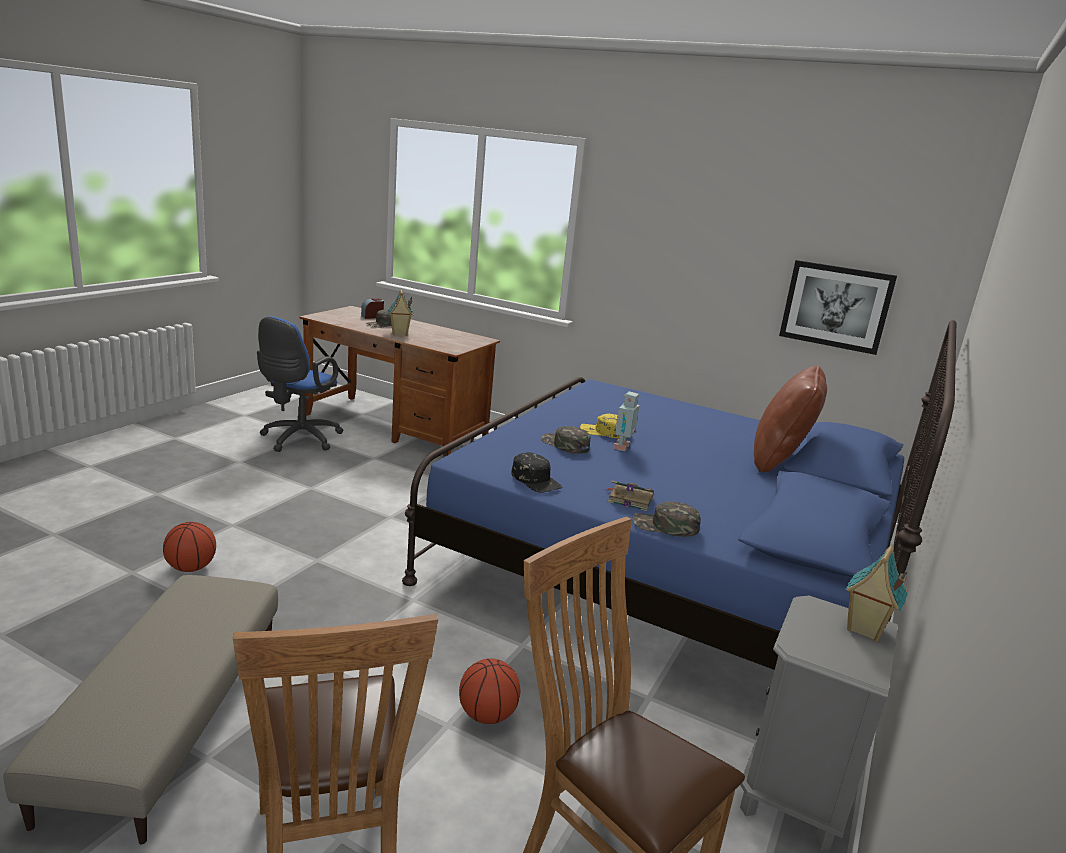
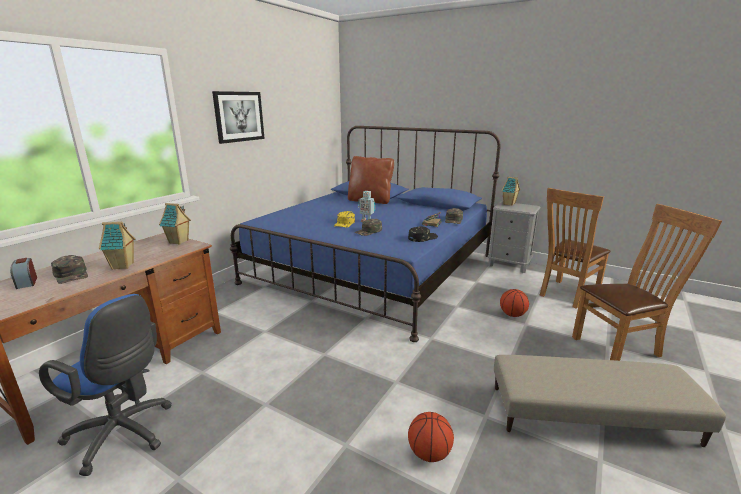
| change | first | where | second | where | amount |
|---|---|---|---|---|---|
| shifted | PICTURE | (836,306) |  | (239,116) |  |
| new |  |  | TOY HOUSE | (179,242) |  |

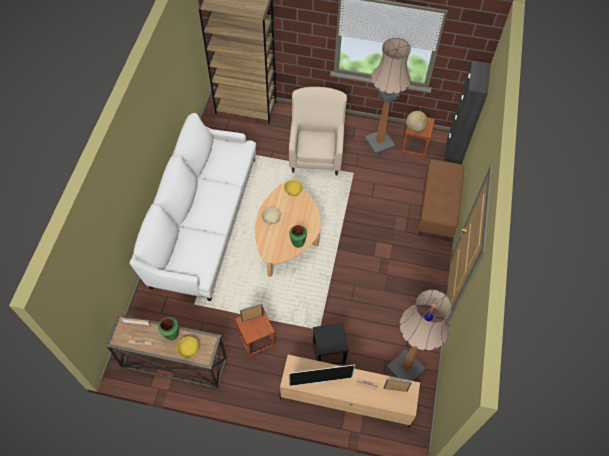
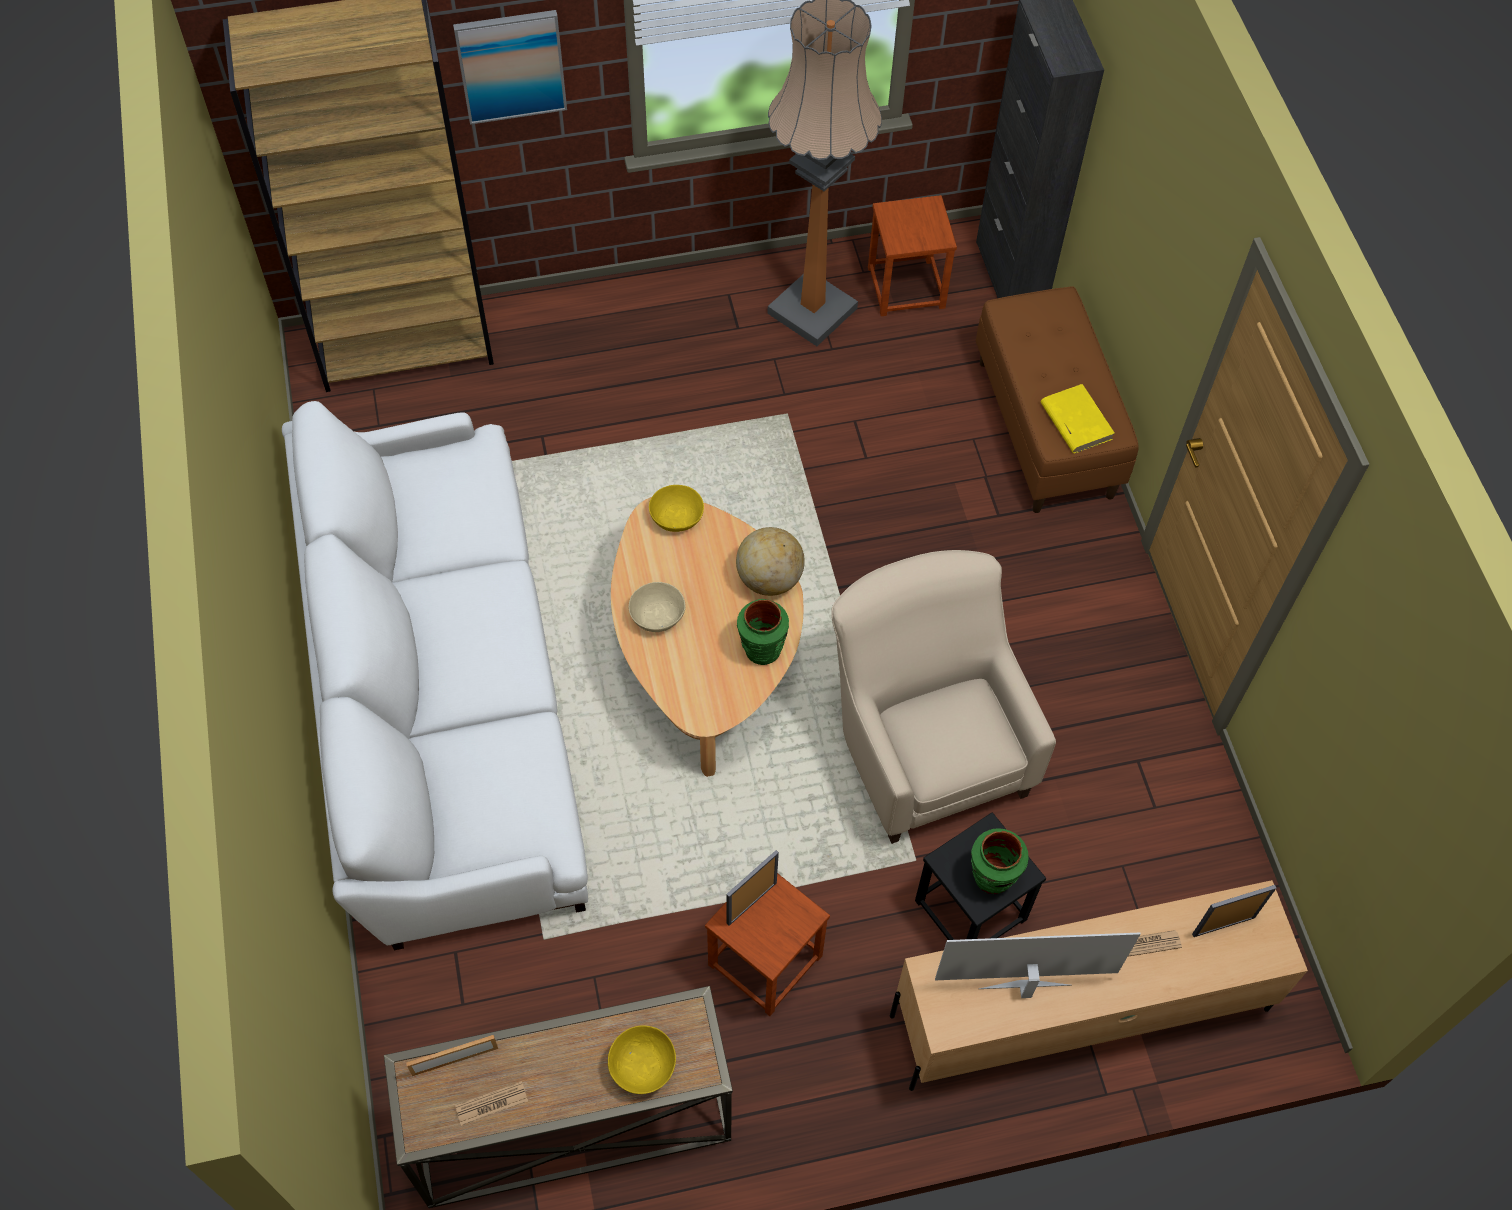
| change | first | where | second | where | amount |
|---|---|---|---|---|---|
| shifted | GREEN VASE | (171,334) |  | (992,877) |  |
| shifted | BEIGE ARMCHAIR | (316,152) |  | (924,744) |  |
| rotated | TELEVISION | (320,380) |  | (1025,989) | 150 degrees counterclockwise |
| gone | FLOOR LAMP | (405,368) |  |  |  |
| shifted | GLOBE | (415,128) |  | (769,579) |  |
| new |  |  | PICTURE | (511,65) |  |
| new |  |  | YELLOW BOOK | (1075,421) |  |

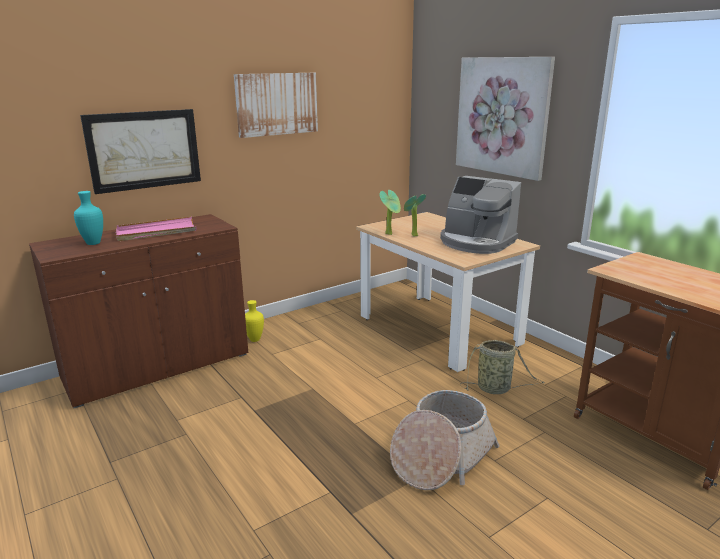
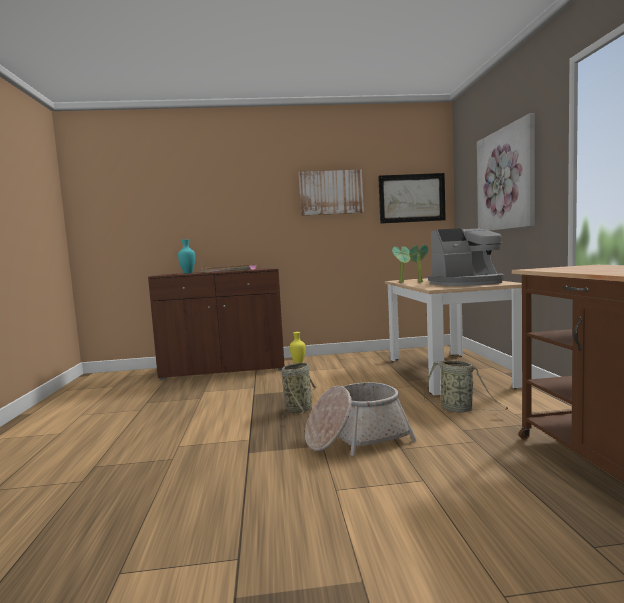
| change | first | where | second | where | amount |
|---|---|---|---|---|---|
| shifted | PICTURE | (144,150) |  | (411,198) |  |
| rotated | COFFEE MACHINE | (476,242) |  | (467,283) | 75 degrees counterclockwise |
| new |  |  | BASKET | (299,409) |  |

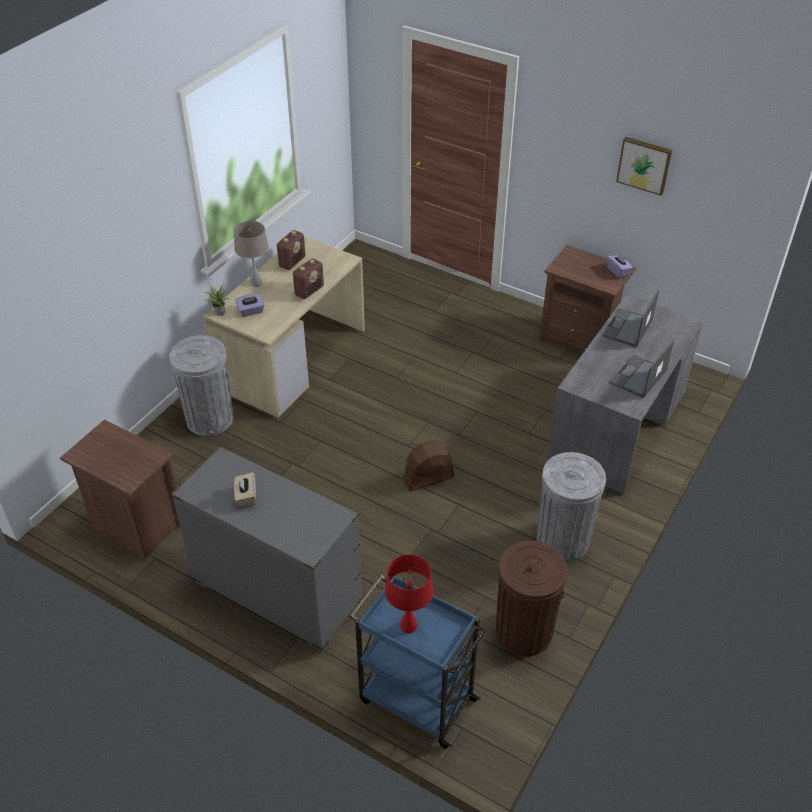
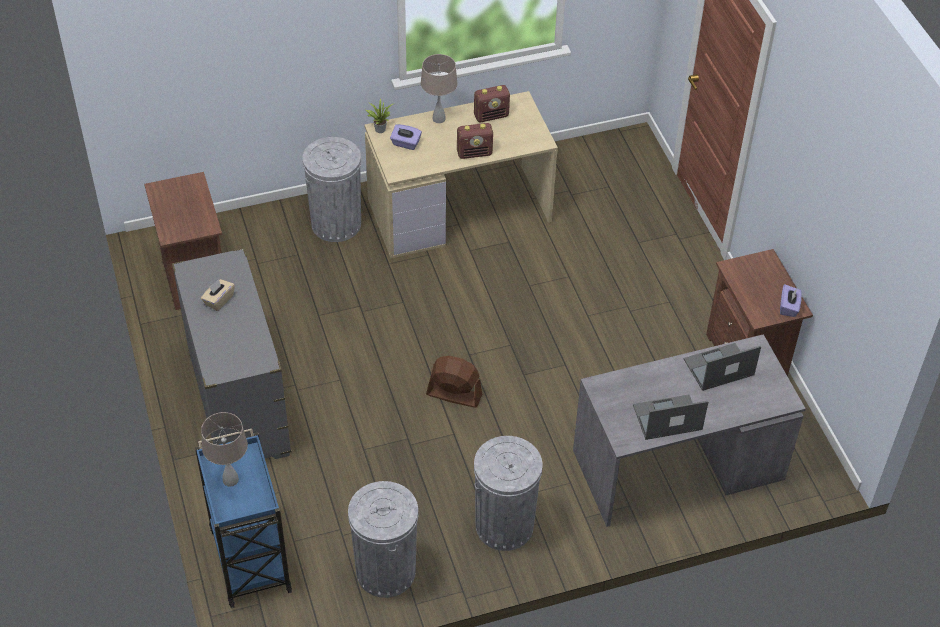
| change | first | where | second | where | amount |
|---|---|---|---|---|---|
| repainted | RED TABLE LAMP | (408,626) | BEIGE TABLE LAMP | (230,479) |  |
| repainted | BROWN TRASH CAN | (523,631) | GREY TRASH CAN | (386,571) |  |
| gone | PICTURE | (644,165) |  |  |  |

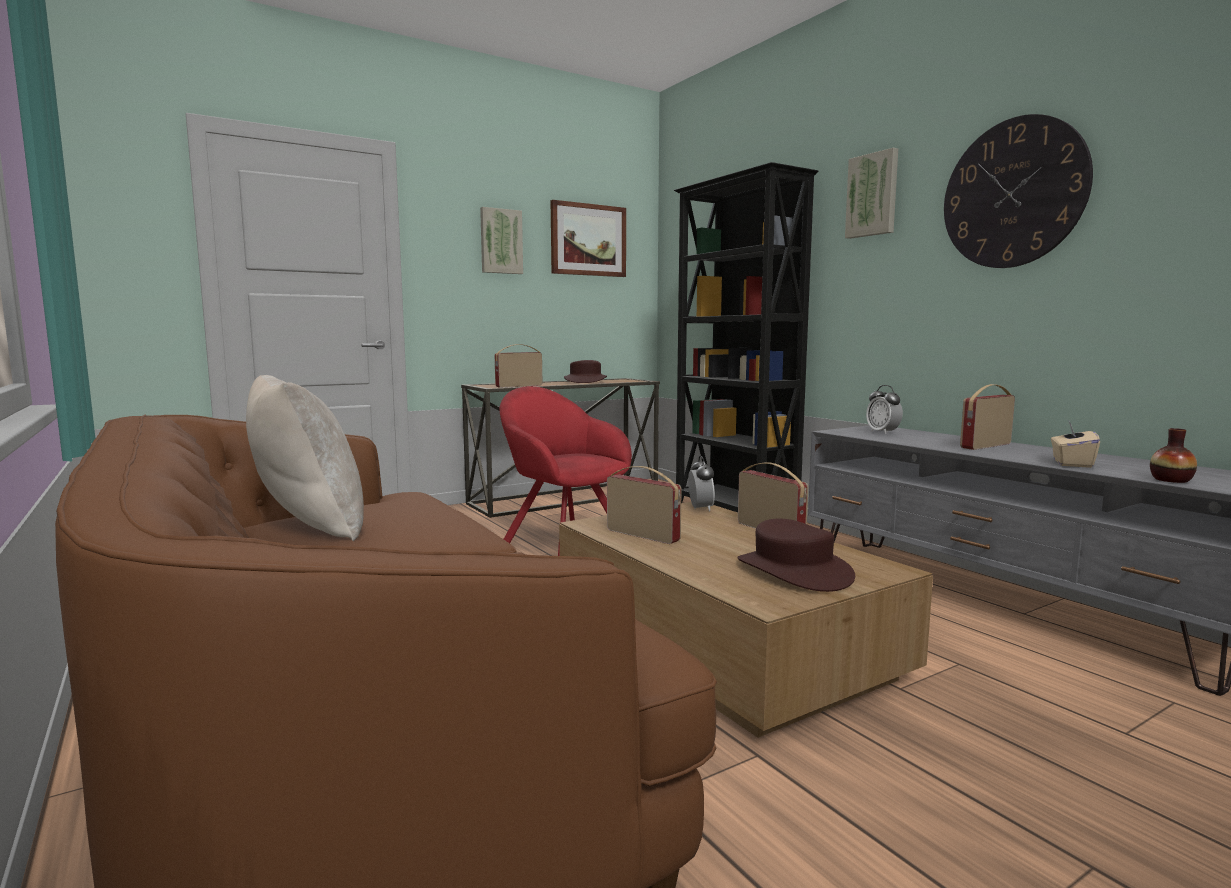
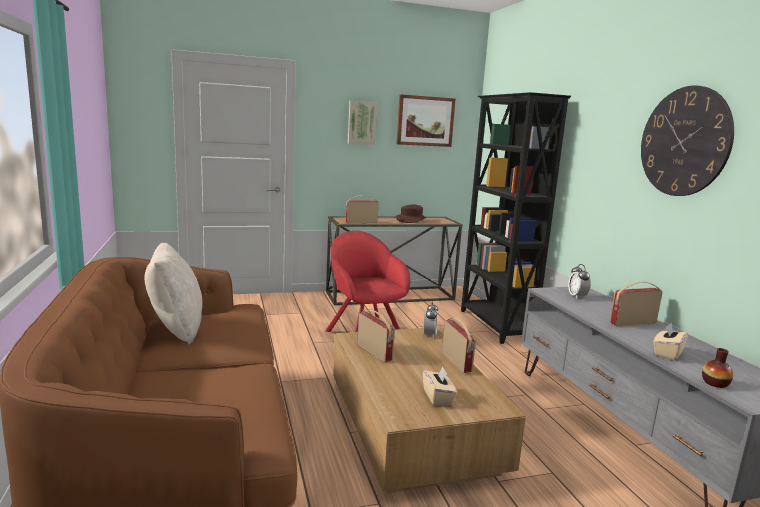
| change | first | where | second | where | amount |
|---|---|---|---|---|---|
| swapped | BROWN HAT | (792,571) | BEIGE TISSUE BOX | (438,397) |  |
| gone | PICTURE | (873,195) |  |  |  |

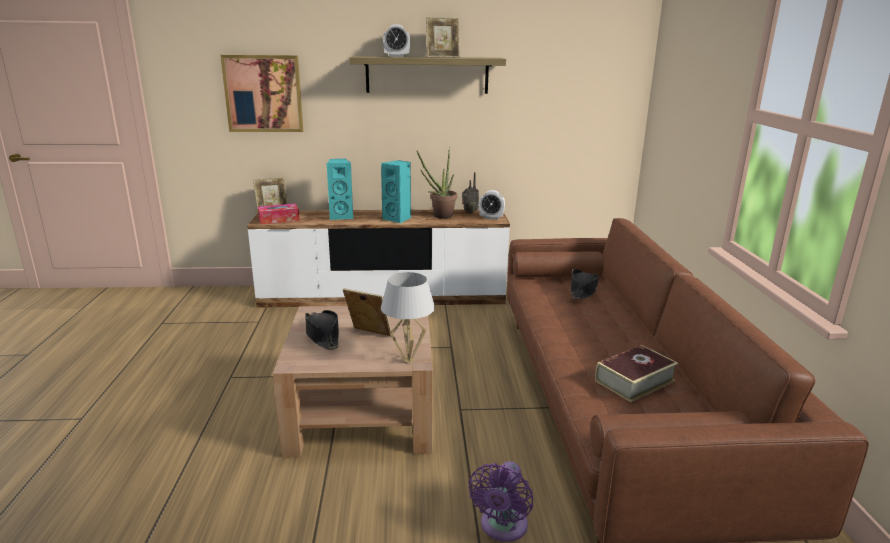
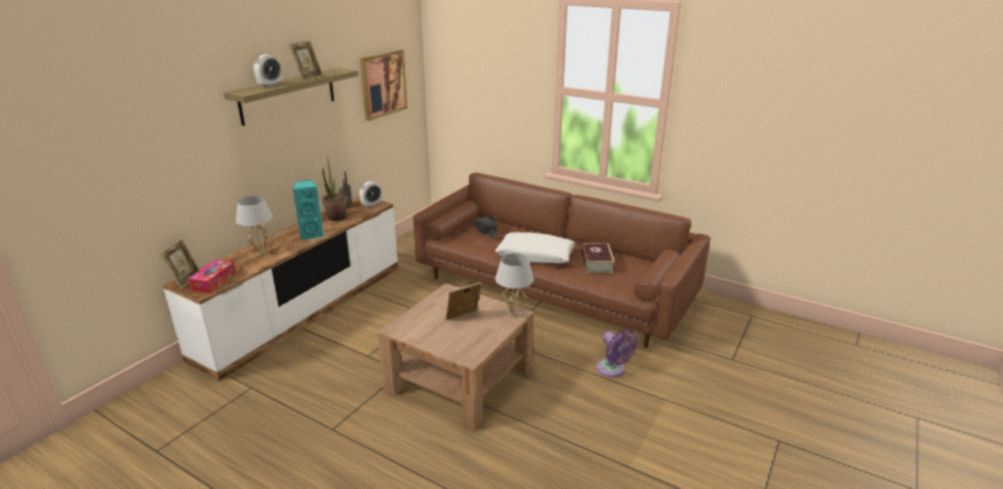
| change | first | where | second | where | amount |
|---|---|---|---|---|---|
| shifted | PICTURE | (263,93) |  | (383,84) |  |
| gone | BLACK HAT | (322,335) |  |  |  |
| swapped | TURQUOISE SPEAKER | (341,216) | WHITE TABLE LAMP | (261,253) |  |
| new |  |  | WHITE PILLOW | (535,256) |  |

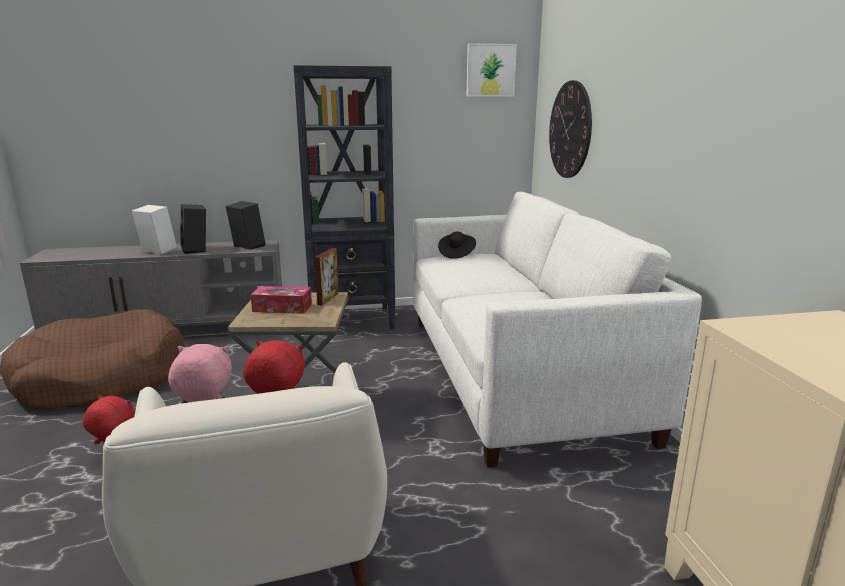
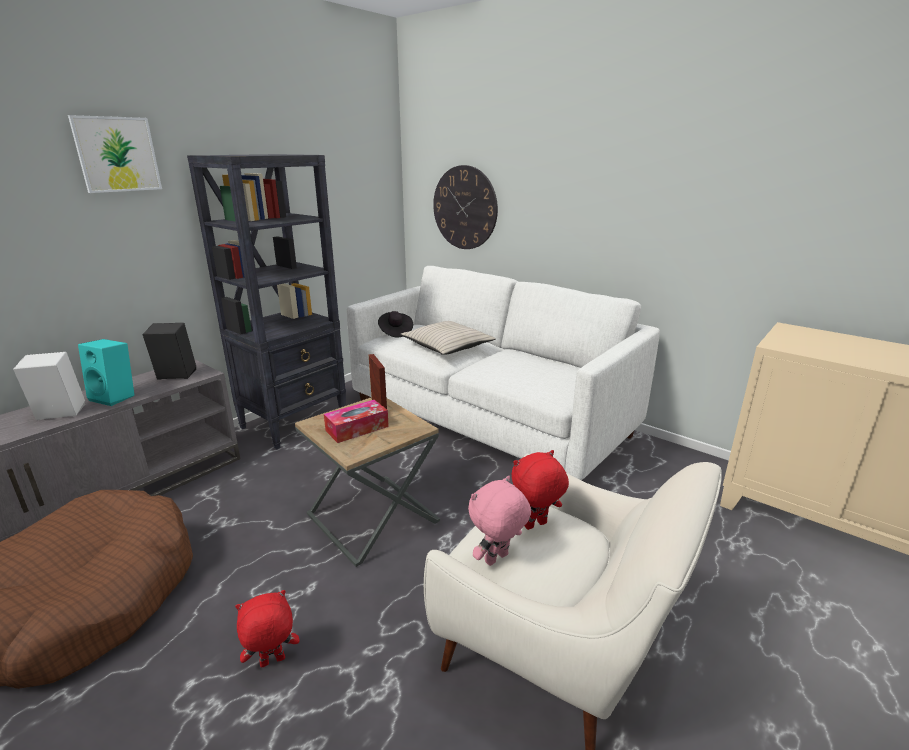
| change | first | where | second | where | amount |
|---|---|---|---|---|---|
| repainted | BLACK SPEAKER | (197,250) | TURQUOISE SPEAKER | (116,397) |  |
| shifted | PICTURE | (491,70) |  | (117,154) |  |
| new |  |  | BEIGE PILLOW | (447,346) |  |

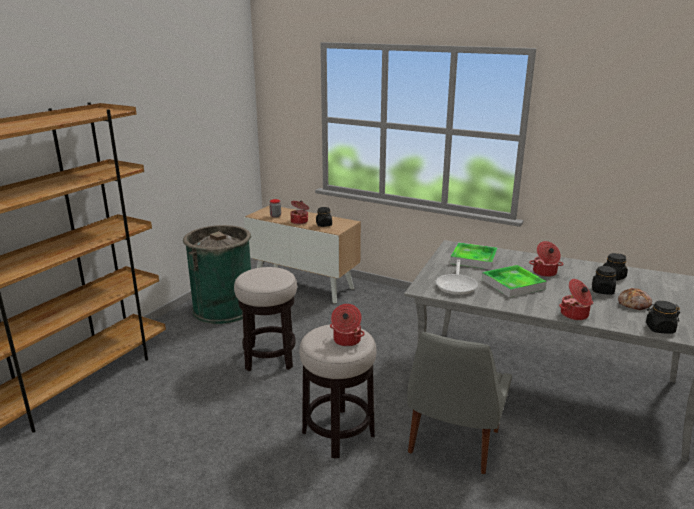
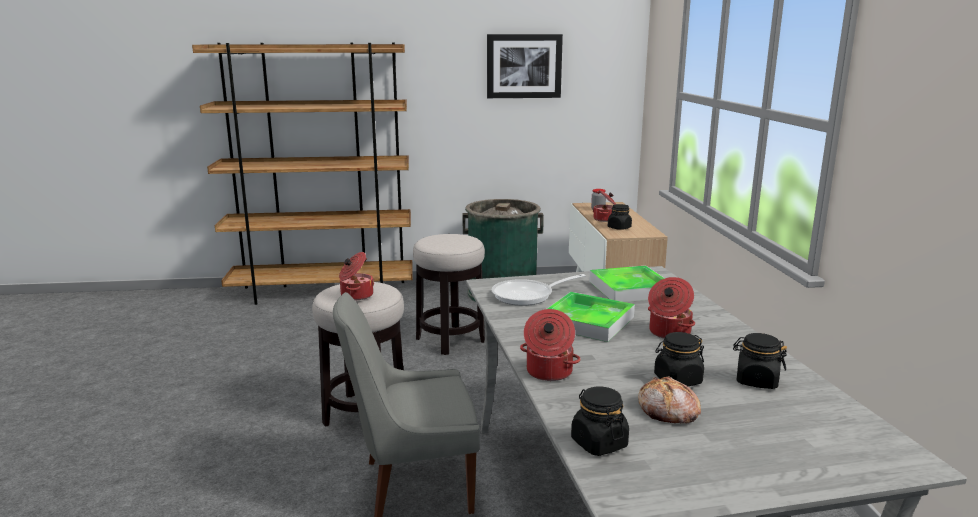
| change | first | where | second | where | amount |
|---|---|---|---|---|---|
| new |  |  | PICTURE | (524,66) |  |

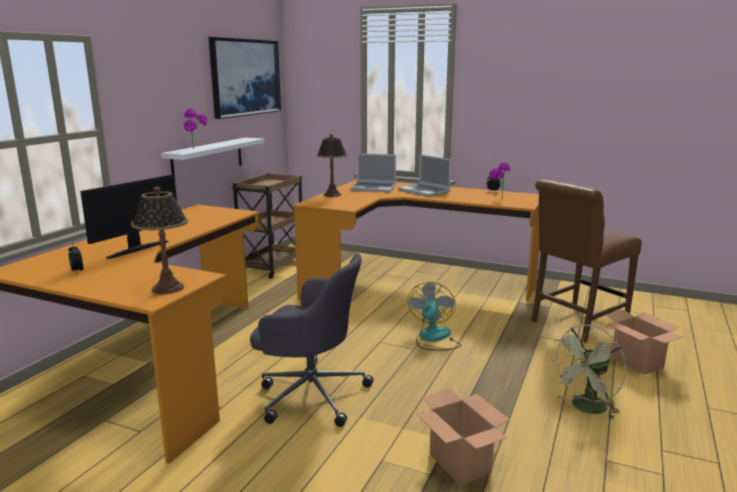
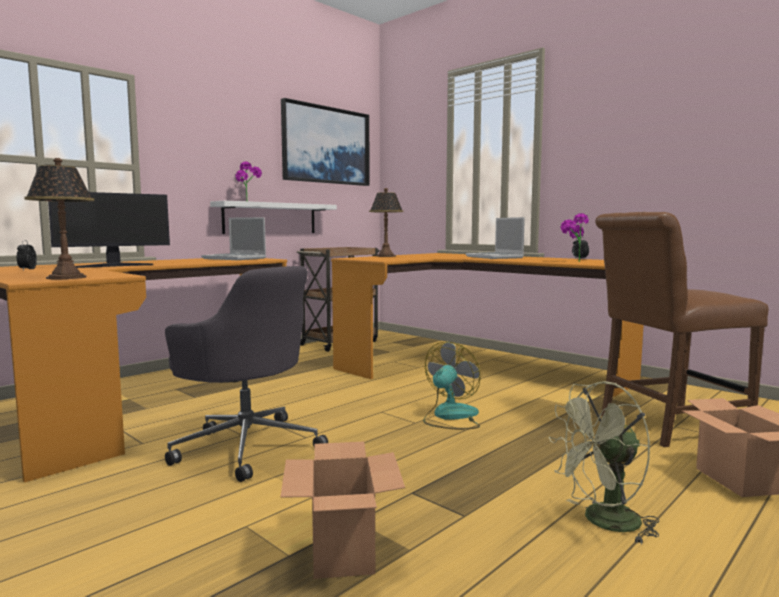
| change | first | where | second | where | amount |
|---|---|---|---|---|---|
| shifted | LAPTOP | (374,188) |  | (235,258) |  |

